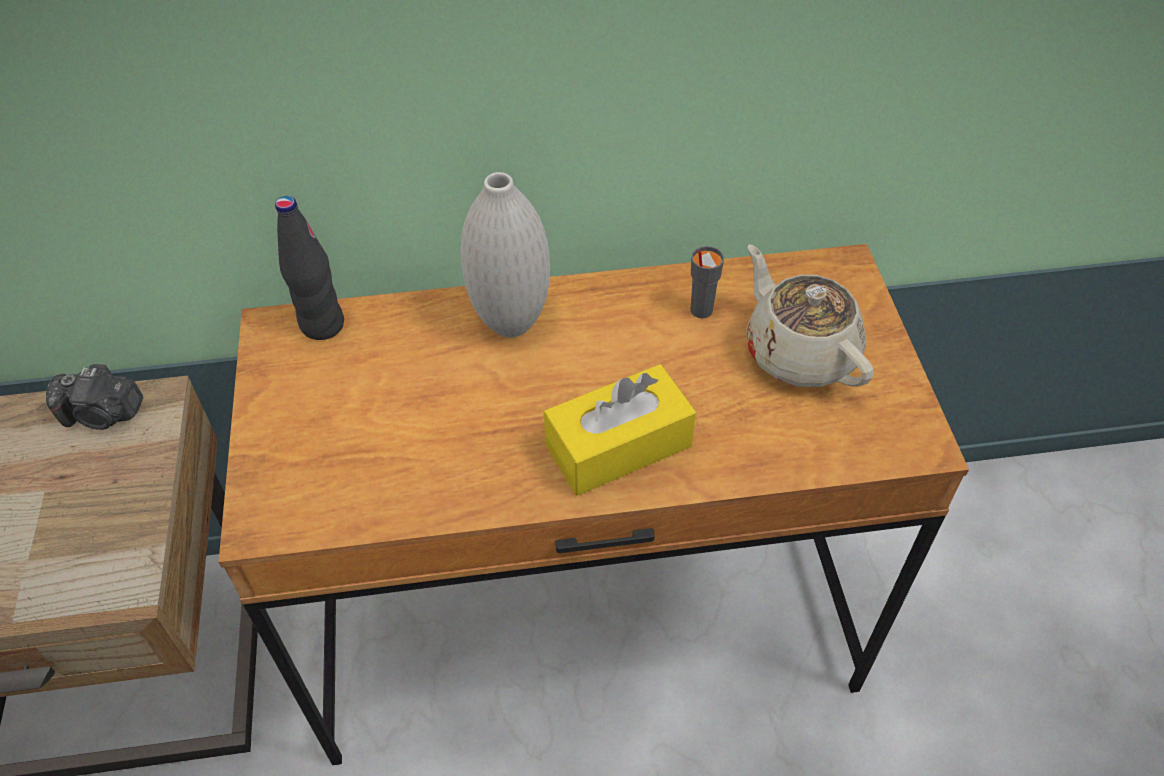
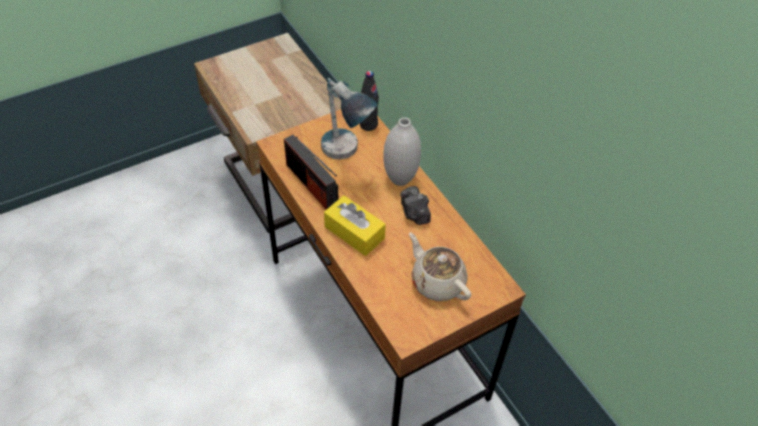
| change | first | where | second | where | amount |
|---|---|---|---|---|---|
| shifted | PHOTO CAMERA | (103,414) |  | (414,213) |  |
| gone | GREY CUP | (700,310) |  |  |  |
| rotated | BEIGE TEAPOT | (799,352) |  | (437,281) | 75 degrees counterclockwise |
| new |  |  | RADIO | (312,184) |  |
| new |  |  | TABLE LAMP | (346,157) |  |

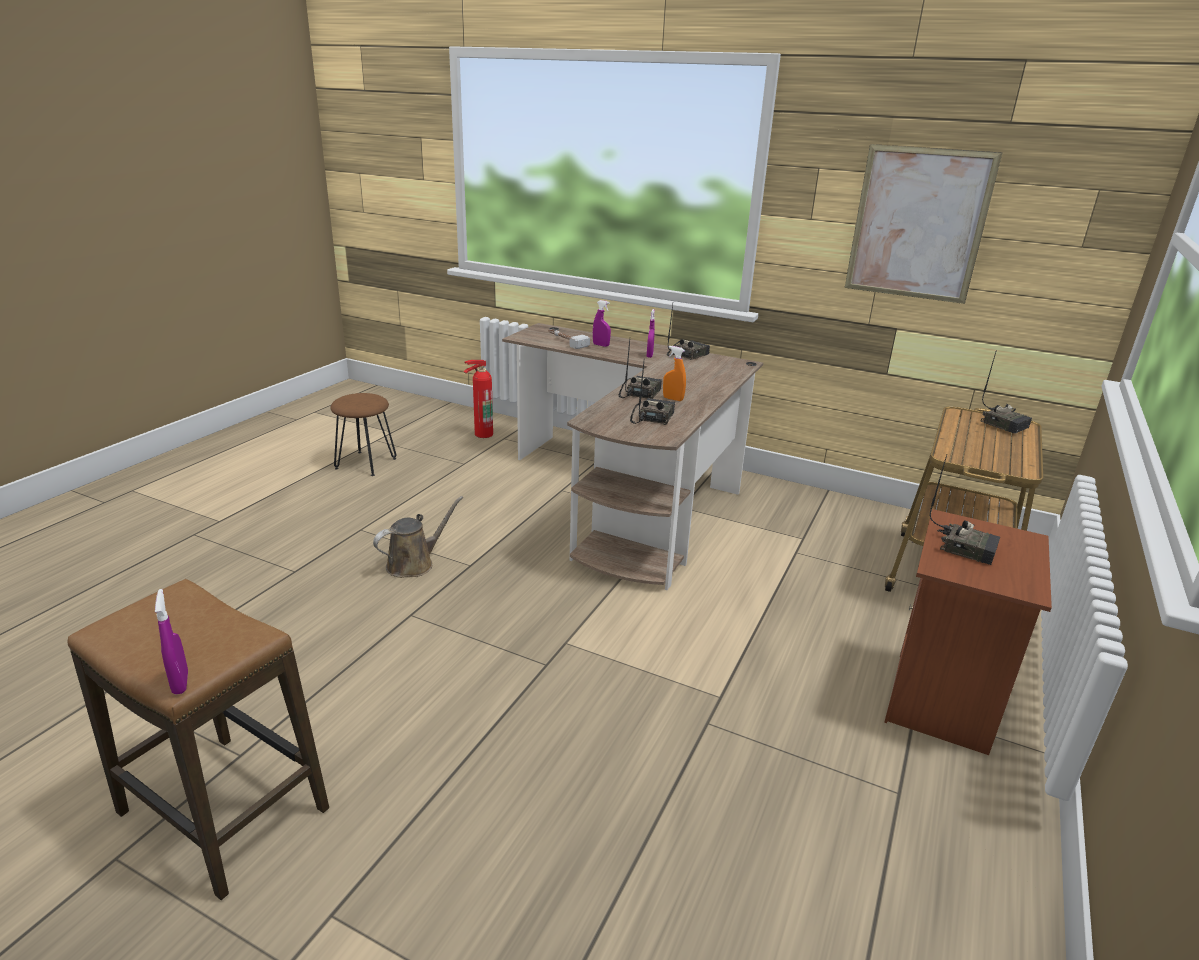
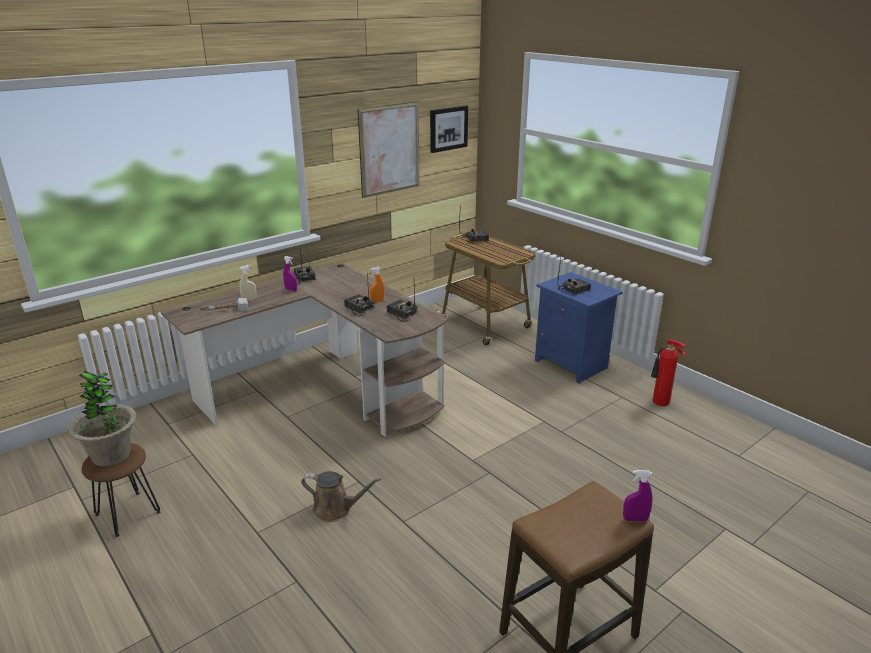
| change | first | where | second | where | amount |
|---|---|---|---|---|---|
| rotated | BROWN WATERING CAN | (414,564) |  | (336,509) | 120 degrees clockwise |
| shifted | FIRE EXTINGUISHER | (481,434) |  | (660,402) |  |
| repainted | PURPLE SPRAY BOTTLE | (601,345) | BEIGE SPRAY BOTTLE | (249,300) |  |
| repainted | BROWN NIGHTSTAND | (943,701) | BLUE NIGHTSTAND | (572,364) |  |
| new |  |  | POTTED PLANT | (111,455) |  |
| new |  |  | PICTURE | (448,128) |  |

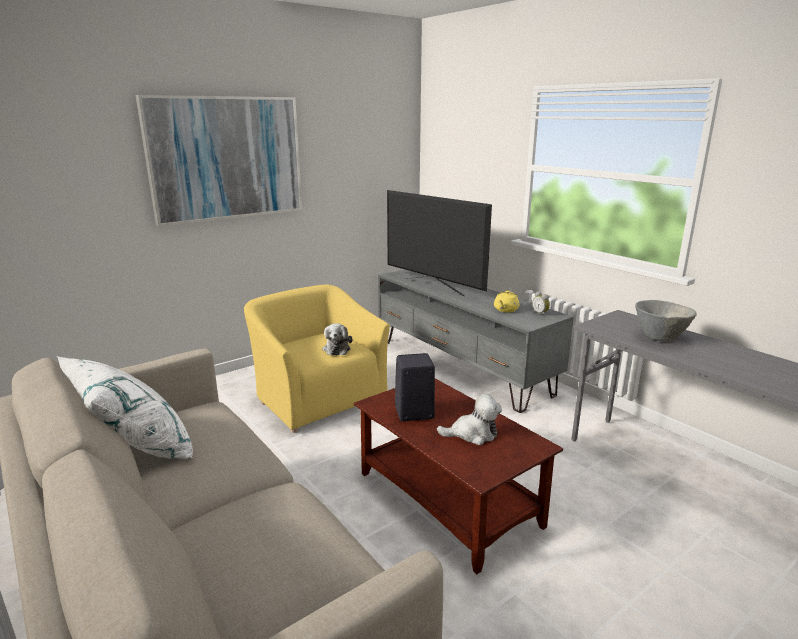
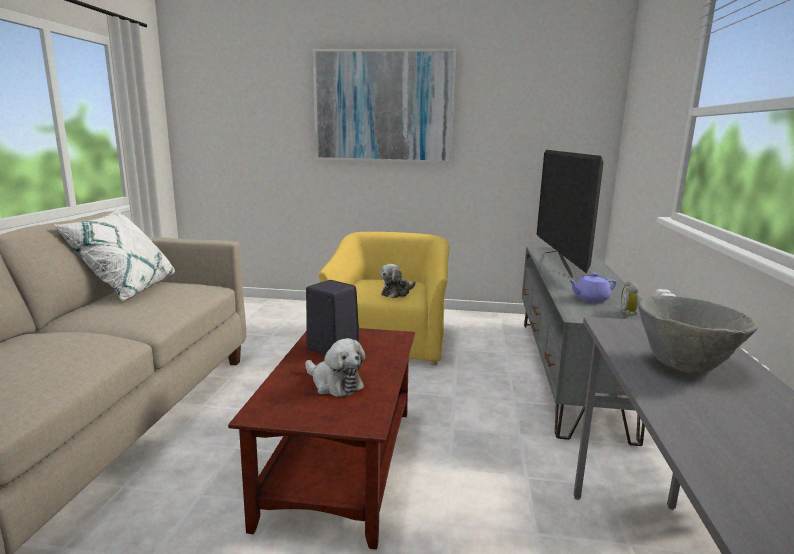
| change | first | where | second | where | amount |
|---|---|---|---|---|---|
| repainted | YELLOW TEAPOT | (505,310) | PURPLE TEAPOT | (590,299) |  |

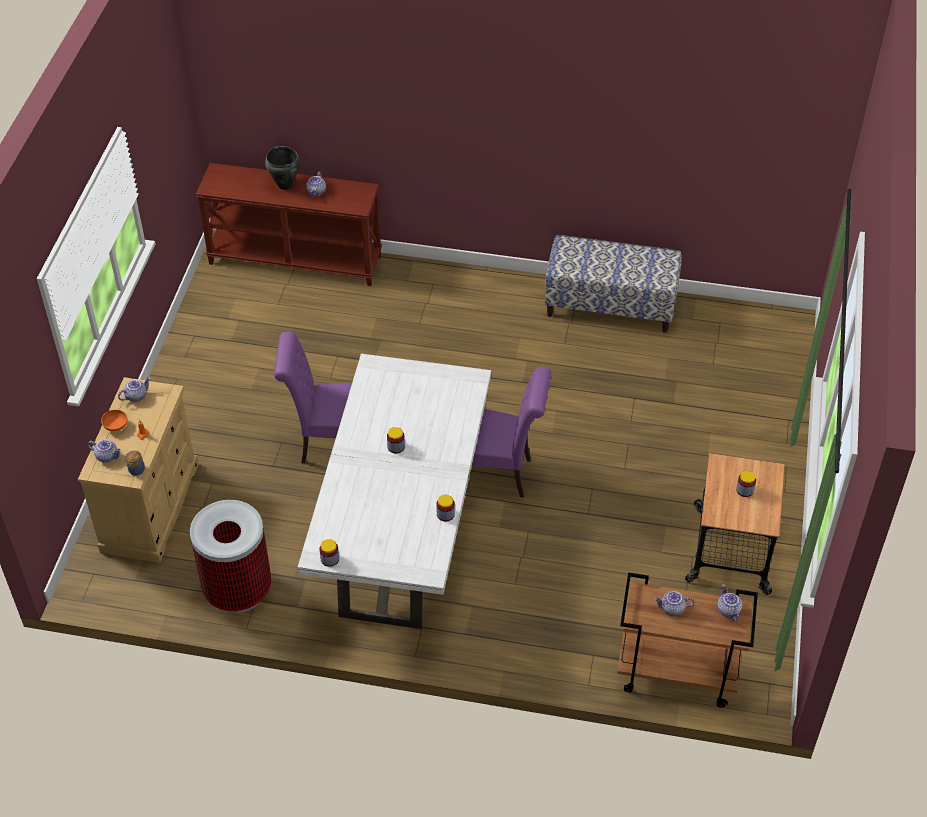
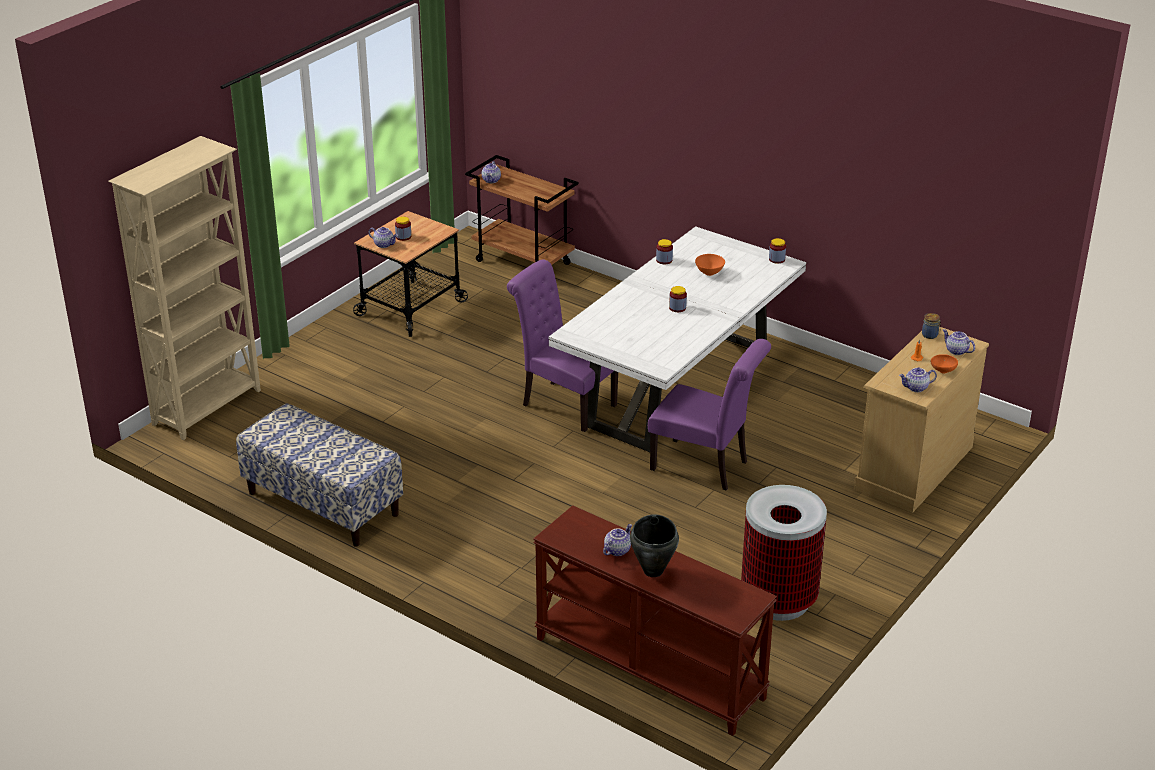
| change | first | where | second | where | amount |
|---|---|---|---|---|---|
| shifted | TRASH CAN | (238,590) |  | (778,600) |  |
| shifted | TEAPOT | (672,609) |  | (384,244) |  |
| new |  |  | BEIGE BOOKCASE | (208,407) |  |
| new |  |  | ORANGE BOWL | (709,273) |  |

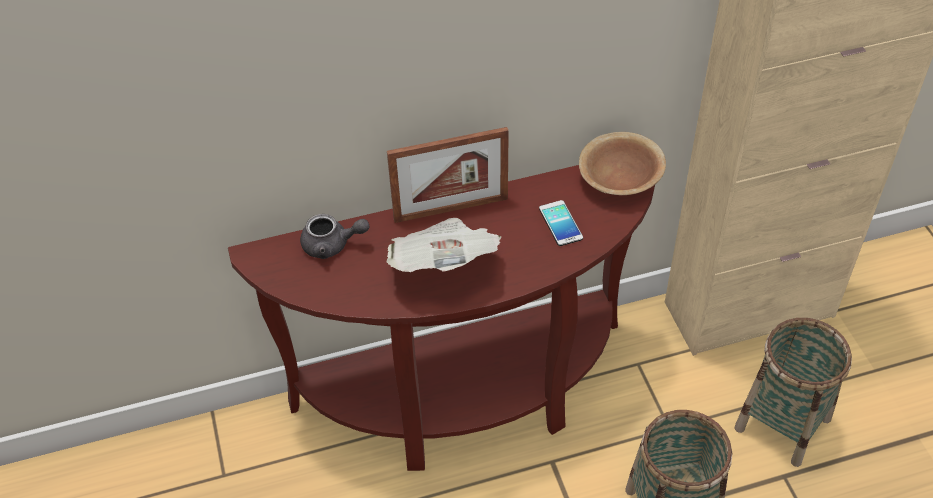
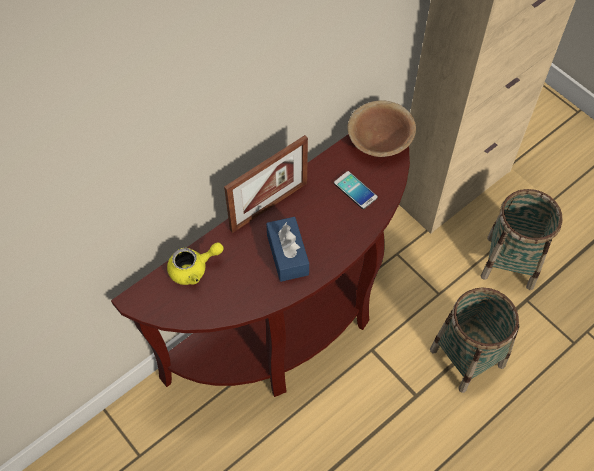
| change | first | where | second | where | amount |
|---|---|---|---|---|---|
| repainted | GREY TEAPOT | (332,245) | YELLOW TEAPOT | (194,269) |  |
| swapped | NEWSPAPER | (444,265) | BLUE TISSUE BOX | (287,255) |  |

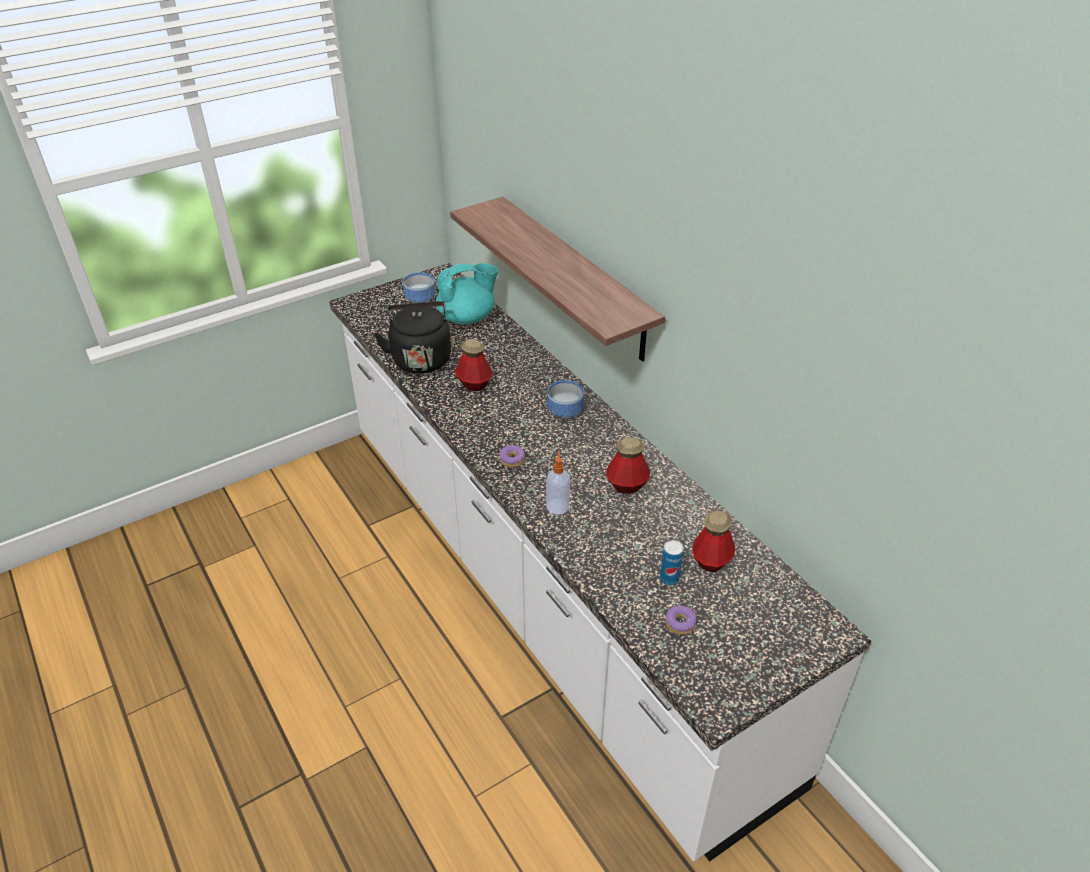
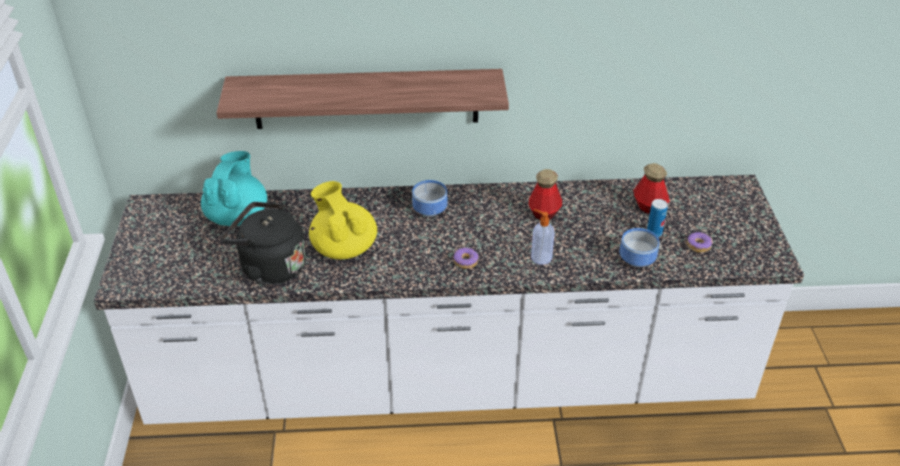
| change | first | where | second | where | amount |
|---|---|---|---|---|---|
| shifted | BOWL | (421,300) |  | (638,259) |  |
| swapped | BOTTLE | (474,384) | YELLOW TEAPOT | (344,247) |  |

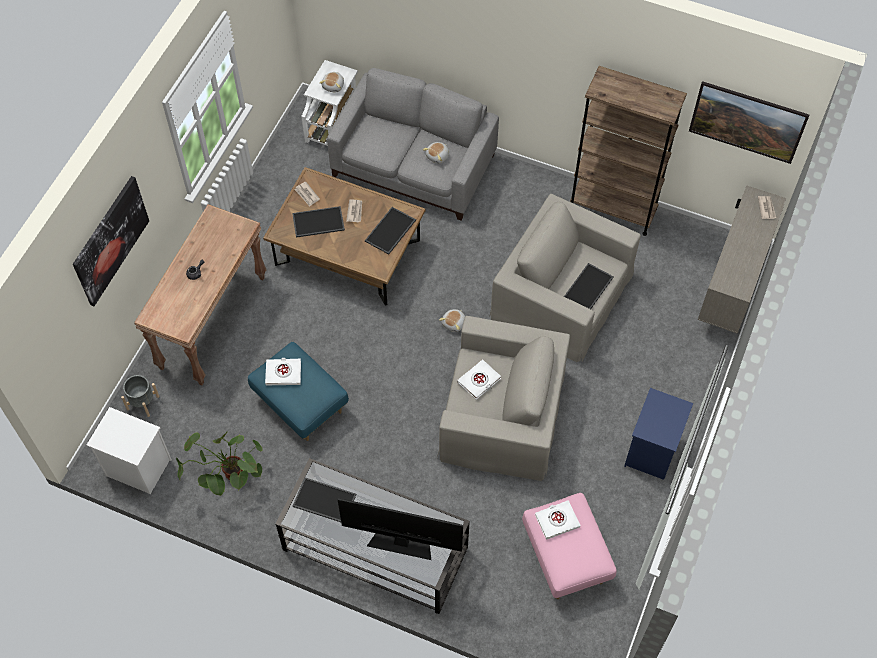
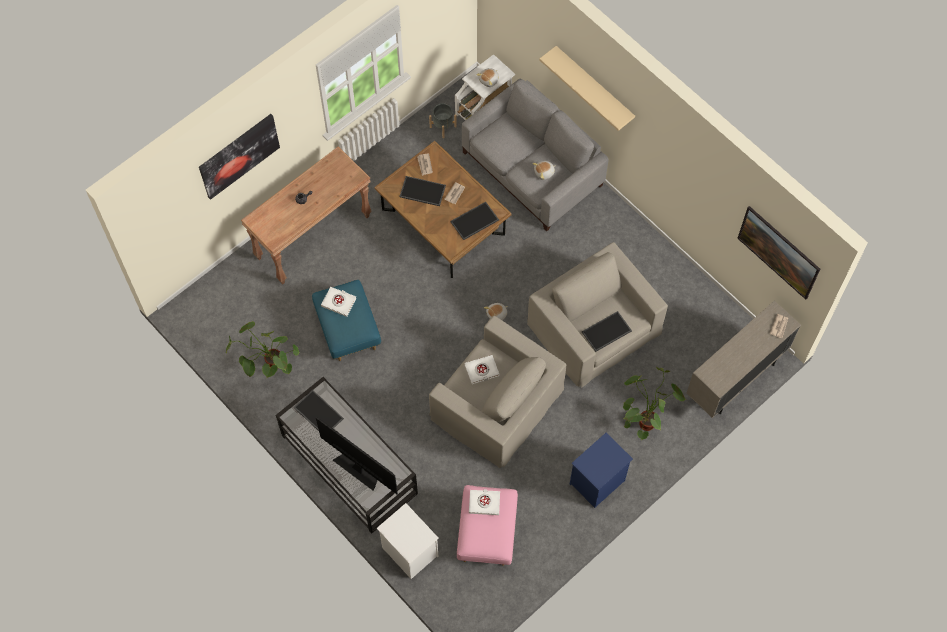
| change | first | where | second | where | amount |
|---|---|---|---|---|---|
| shifted | WHITE NIGHTSTAND | (137,468) |  | (408,551) |  |
| shifted | GREY PLANTER | (143,403) |  | (443,127) |  |
| gone | BROWN BOOKCASE | (612,209) |  |  |  |
| new |  |  | BEIGE SHELF | (594,86) |  |
| new |  |  | POTTED PLANT | (645,416) |  |

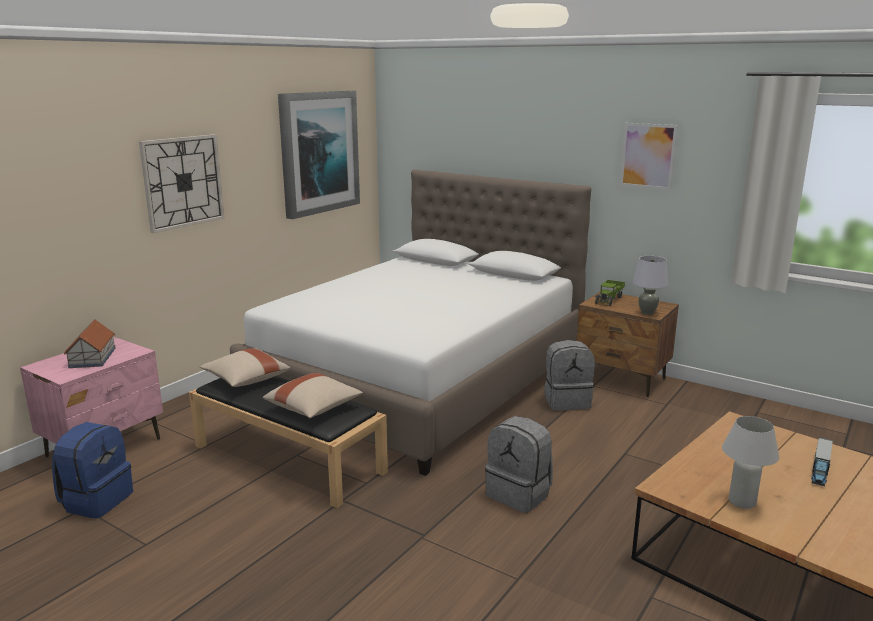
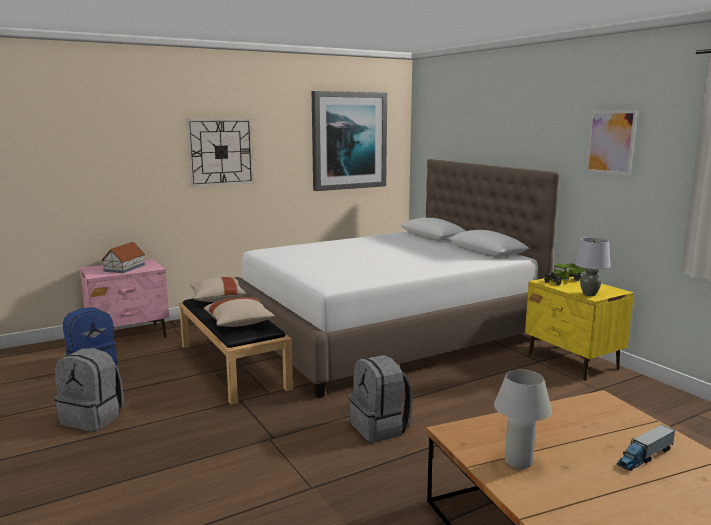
| change | first | where | second | where | amount |
|---|---|---|---|---|---|
| shifted | GREY BACKPACK | (567,401) |  | (93,418) |  |
| repainted | BROWN NIGHTSTAND | (622,379) | YELLOW NIGHTSTAND | (572,362) |  |

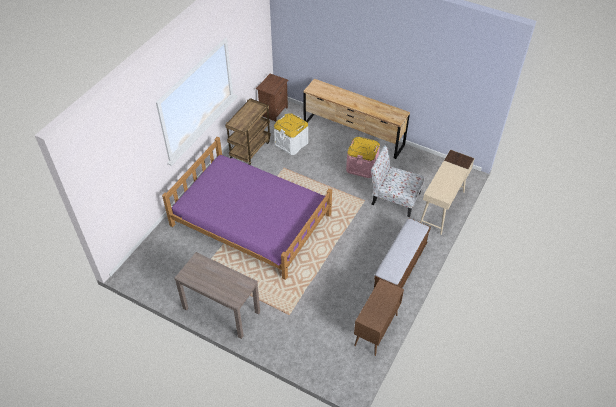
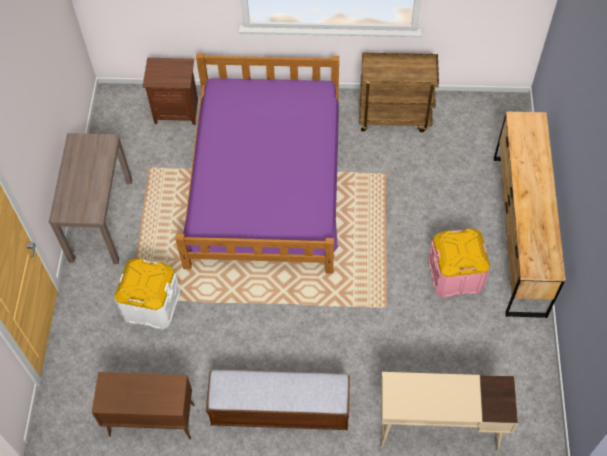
| change | first | where | second | where | amount |
|---|---|---|---|---|---|
| shifted | BROWN NIGHTSTAND | (273,111) |  | (177,110) |  |
| shifted | WHITE STORAGE BOX | (291,143) |  | (152,305) |  |
| gone | CHAIR | (394,198) |  |  |  |

